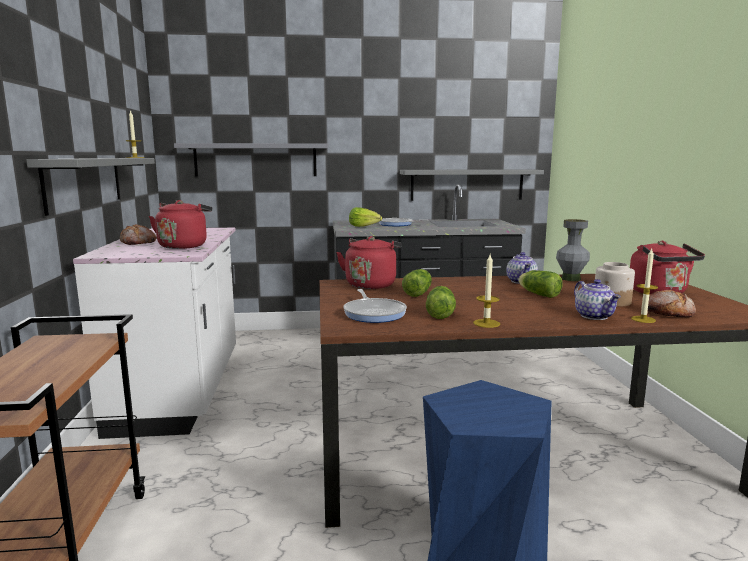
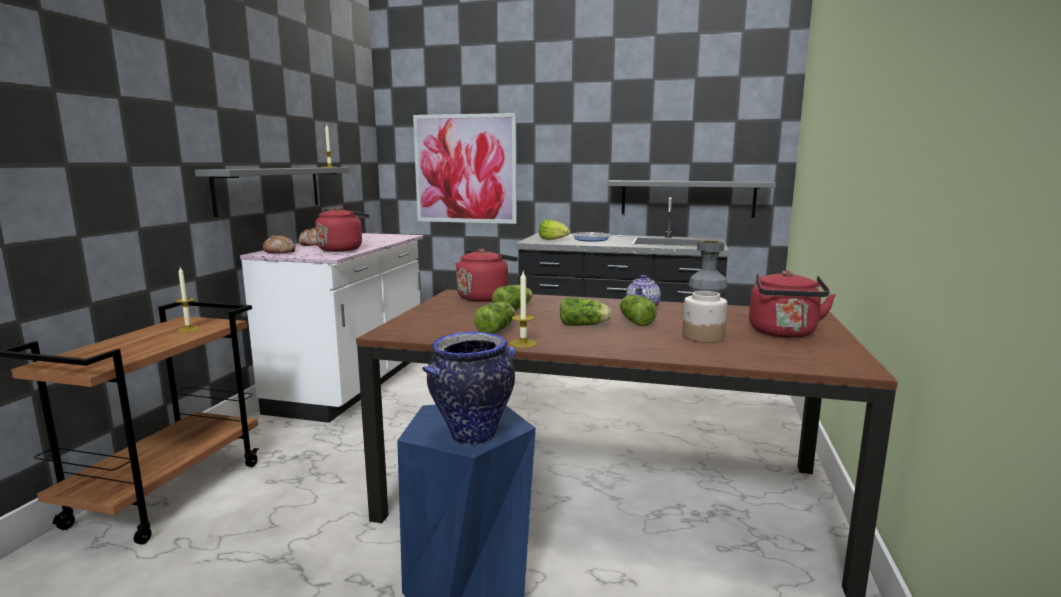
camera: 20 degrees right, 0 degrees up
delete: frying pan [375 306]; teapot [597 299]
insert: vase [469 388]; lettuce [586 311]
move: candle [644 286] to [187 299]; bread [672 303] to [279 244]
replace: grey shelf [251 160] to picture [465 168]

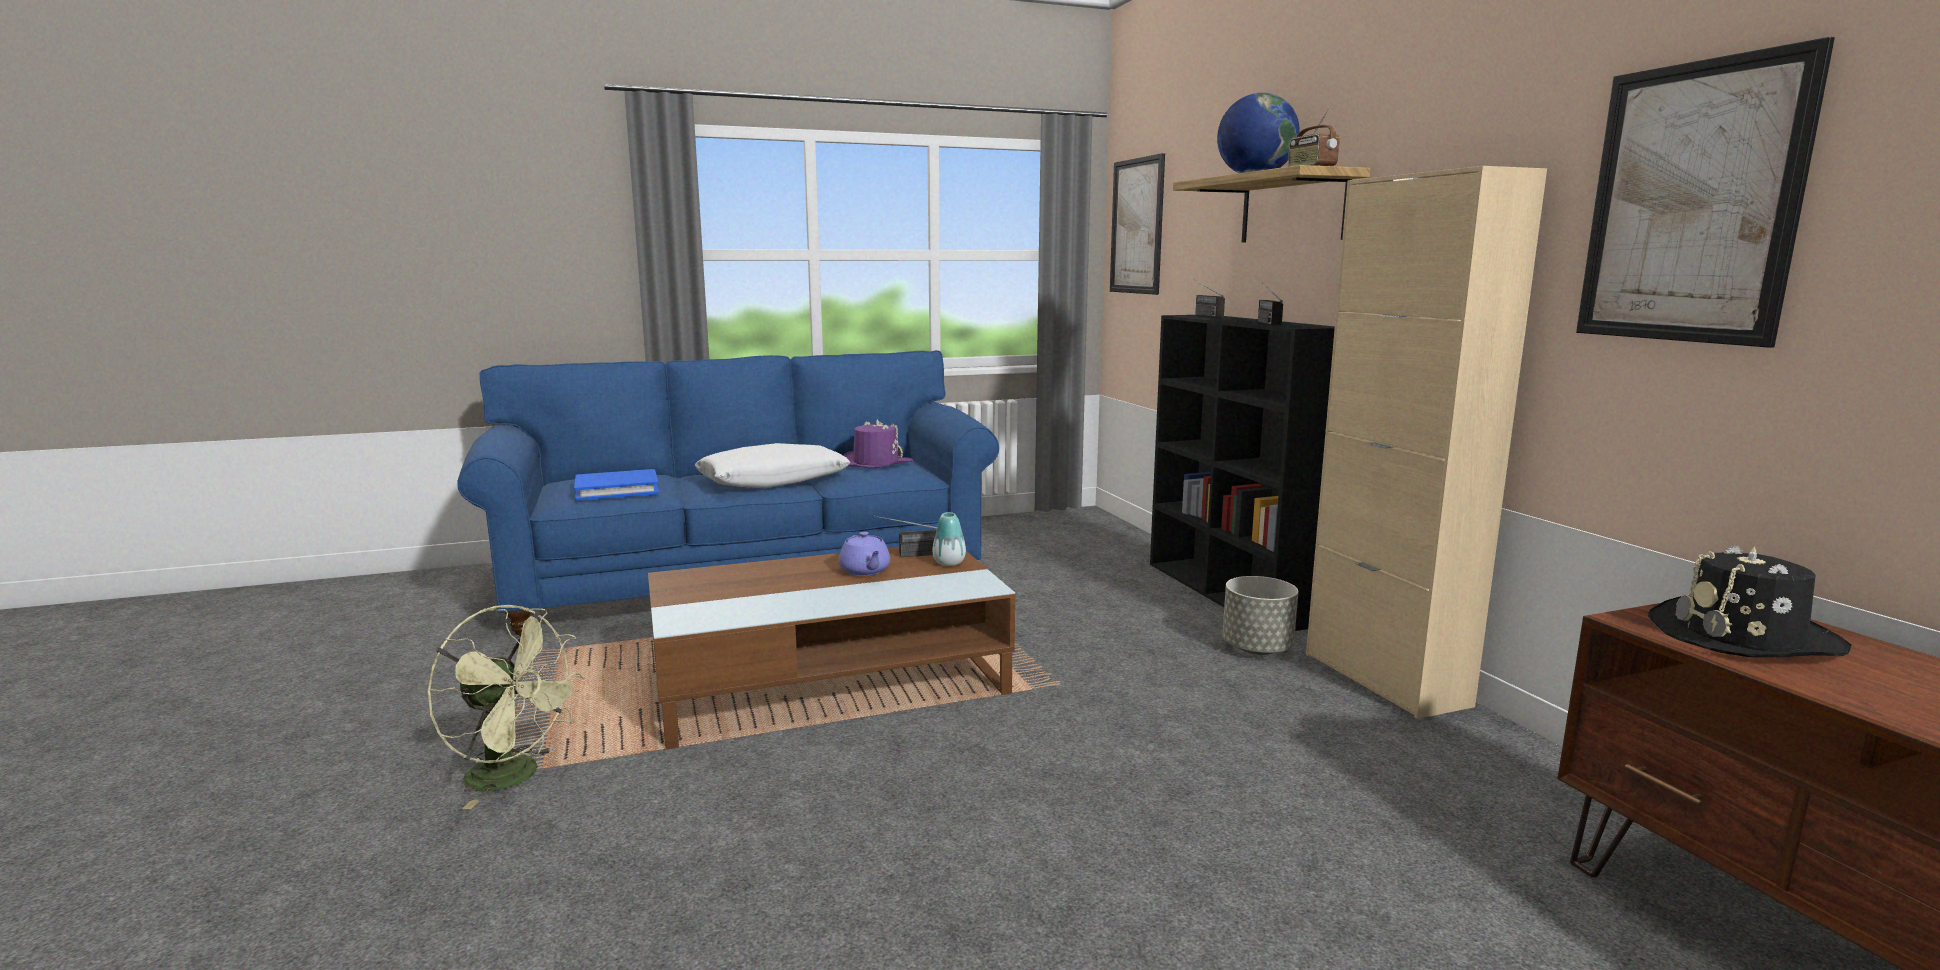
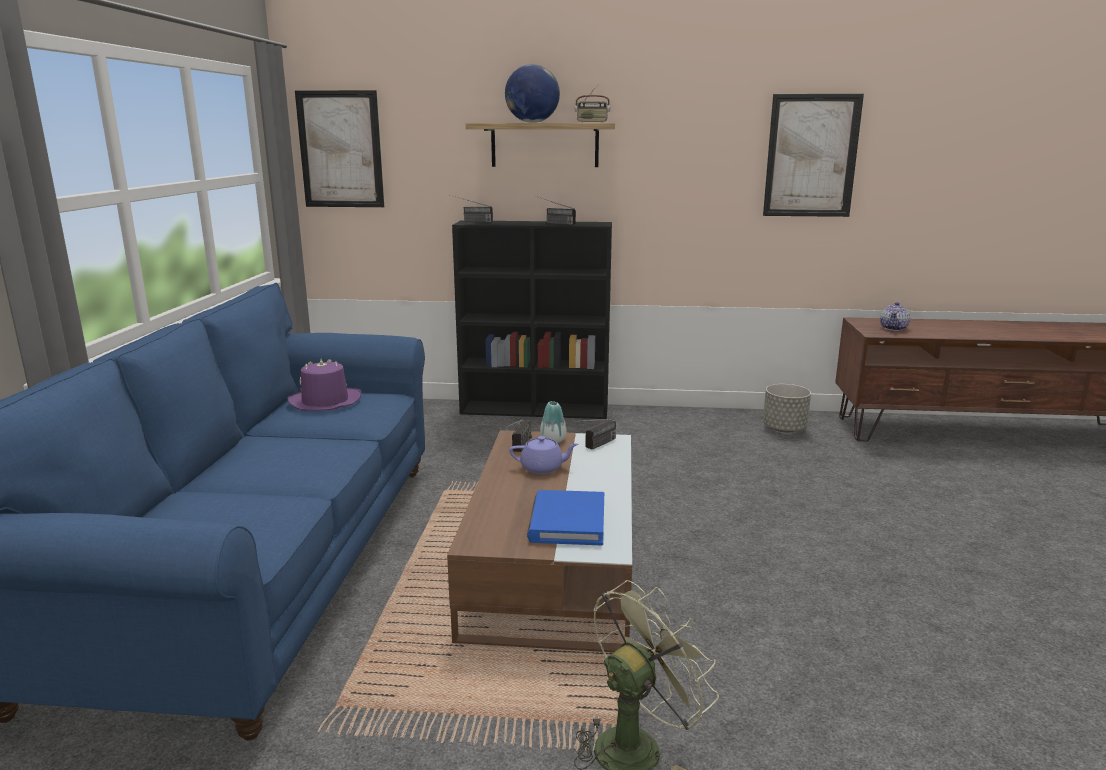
camera: 65 degrees left, 5 degrees up
delete: white pillow [772 465]; beige cabinet [1426 442]
insert: radio [594 434]
move: blue book [616 485] to [565 517]; grey planter [1260 615] to [787 408]
replace: black hat [1749 601] to teapot [895 316]

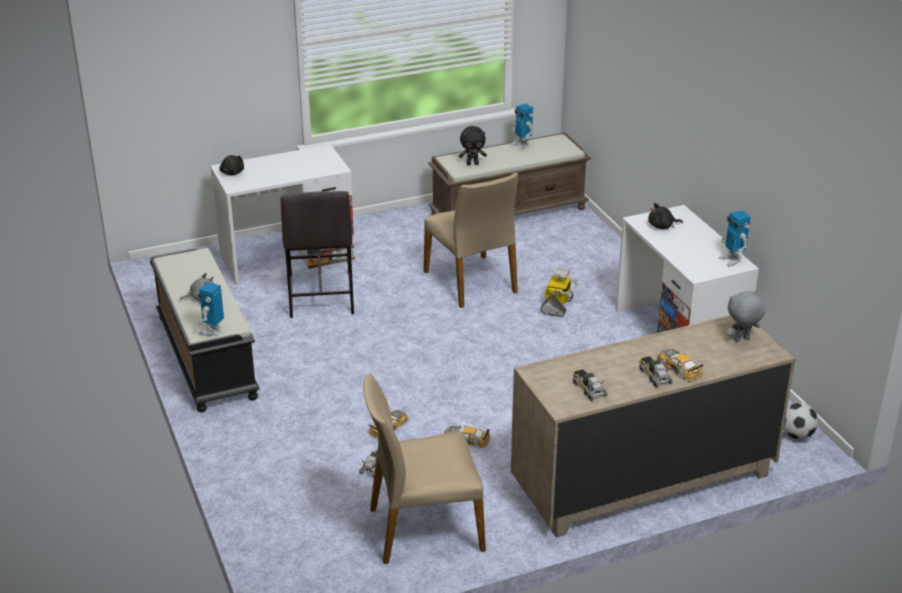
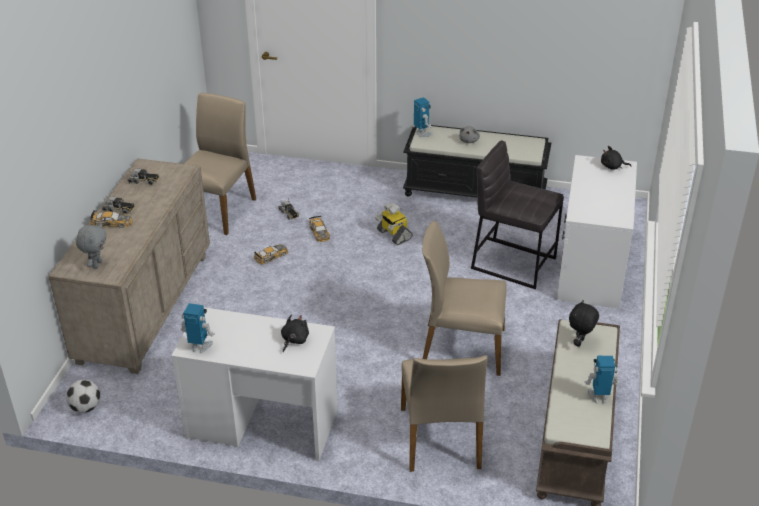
camera: 125 degrees right, 5 degrees up
insert: beige chair [444 413]
move: toy robot [559 292] to [393 224]

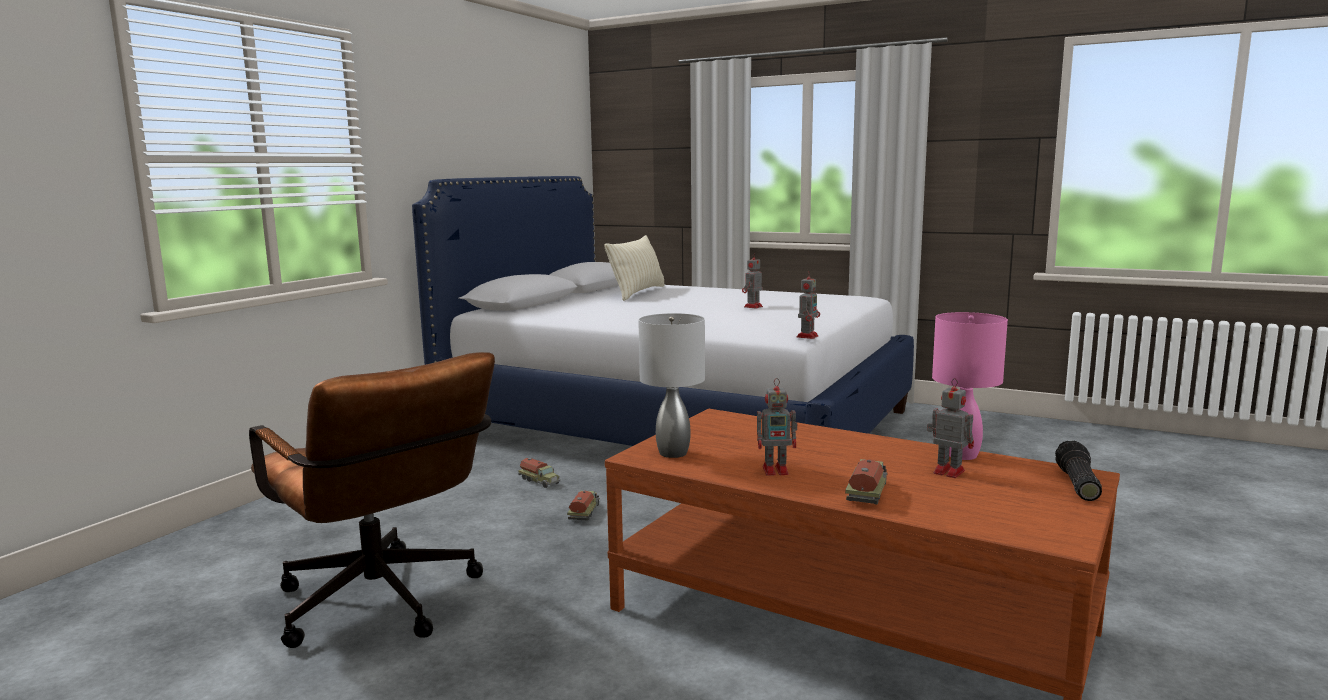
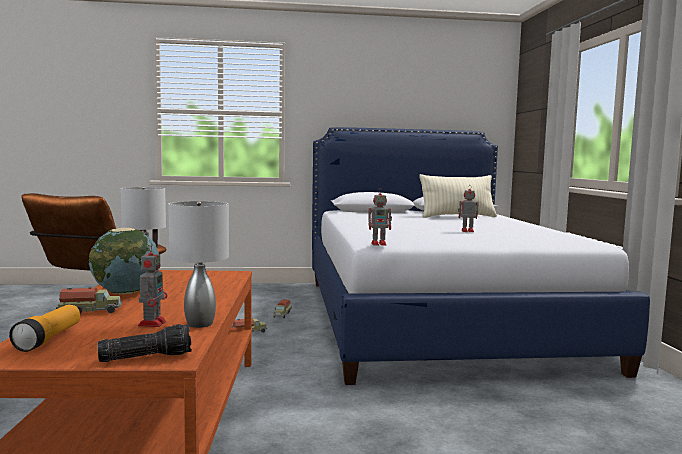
camera: 55 degrees right, 5 degrees down
insert: flashlight [44 328]
replace: toy robot [777 427] to globe [124 261]
recolor: pink table lamp [970 386] to grey table lamp [198 264]

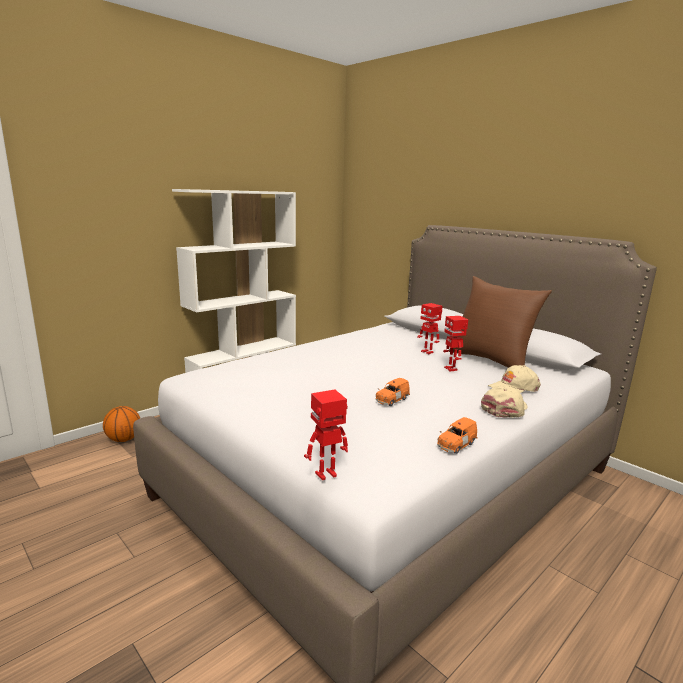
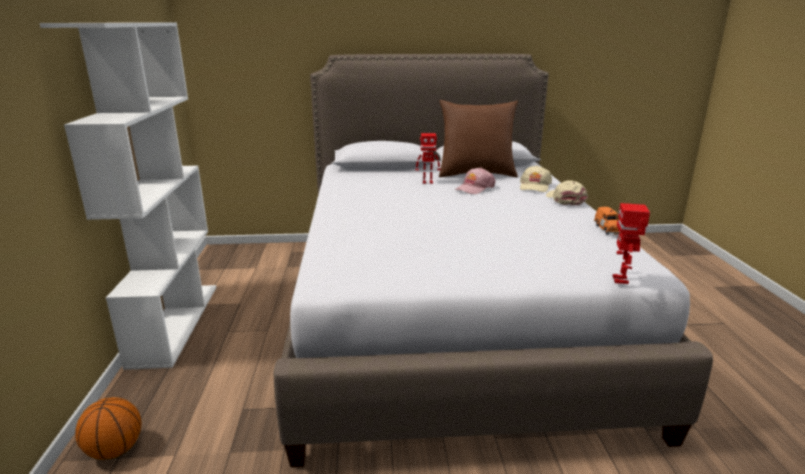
camera: 50 degrees left, 5 degrees up
delete: orange toy car [393 392]
replace: toy robot [455 344] to pink cap [475 180]

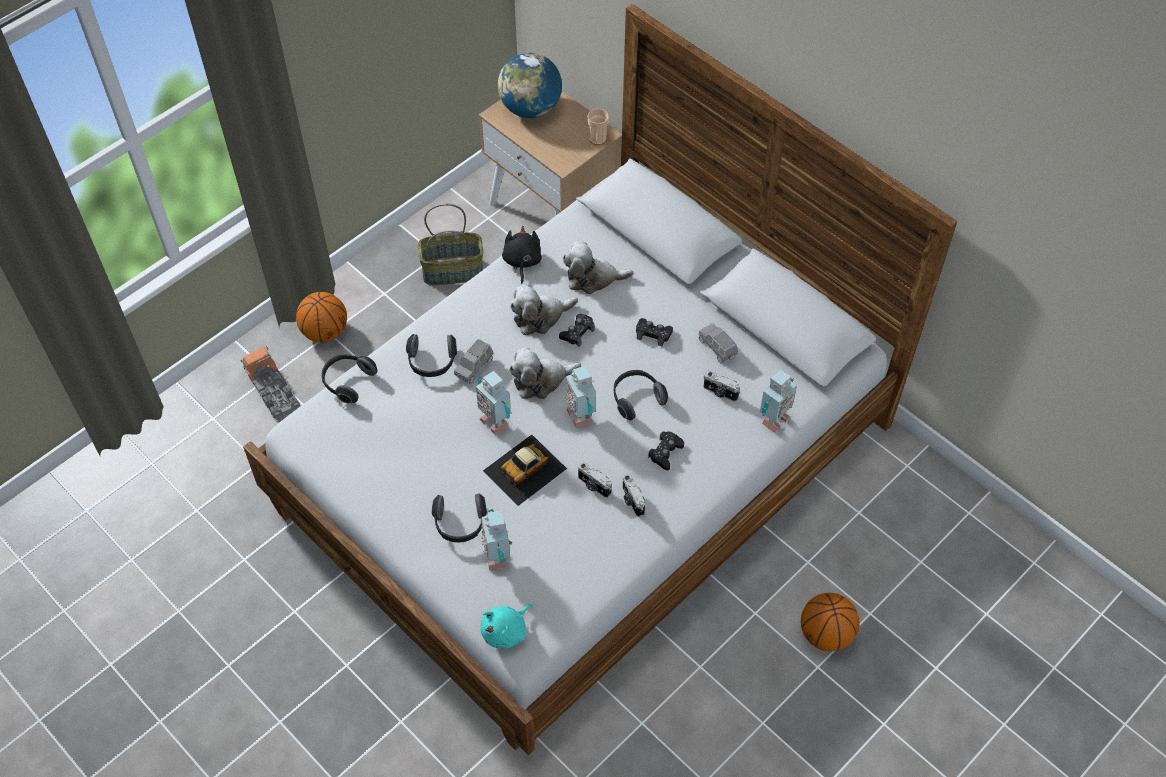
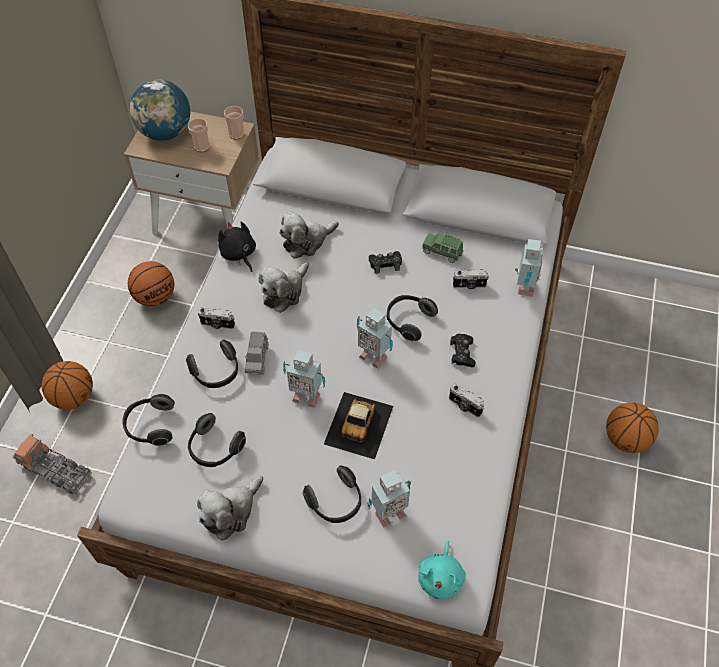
camera: 30 degrees left, 0 degrees up
delete: black game controller [577 330]
insert: cup [199 135]; headphones [217 440]
move: plush toy [545 373] to [230 508]; photo camera [594 480] to [216 318]
replace: basket [450 244] to basketball [151 284]
recolor: grey toy car [718 343] to green toy car [442 248]
rotate: toy robot [496 540] = [389 499] 75 degrees counterclockwise

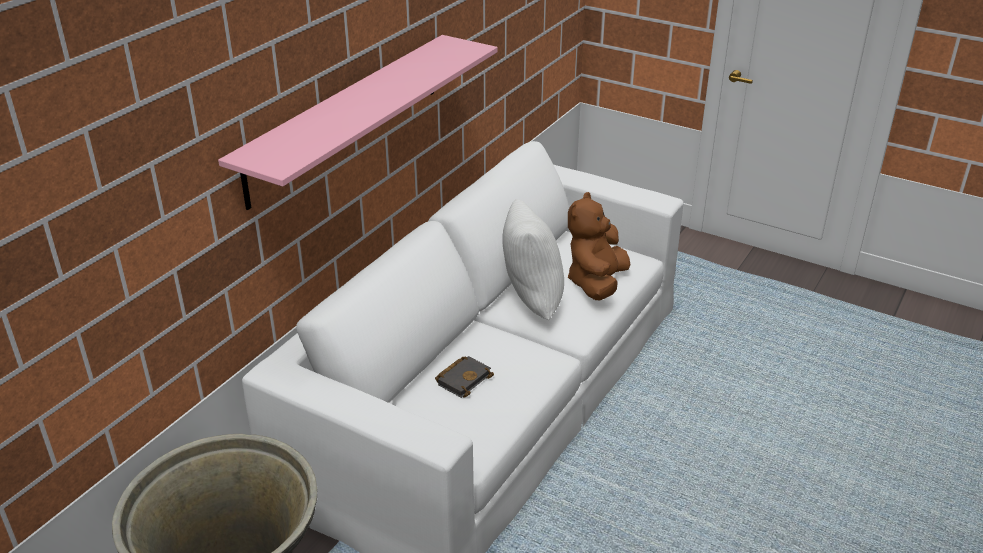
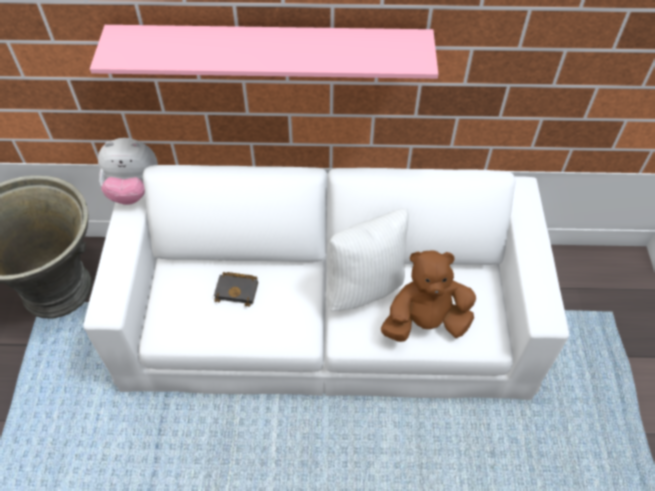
camera: 60 degrees right, 20 degrees up
insert: plush toy [128 171]

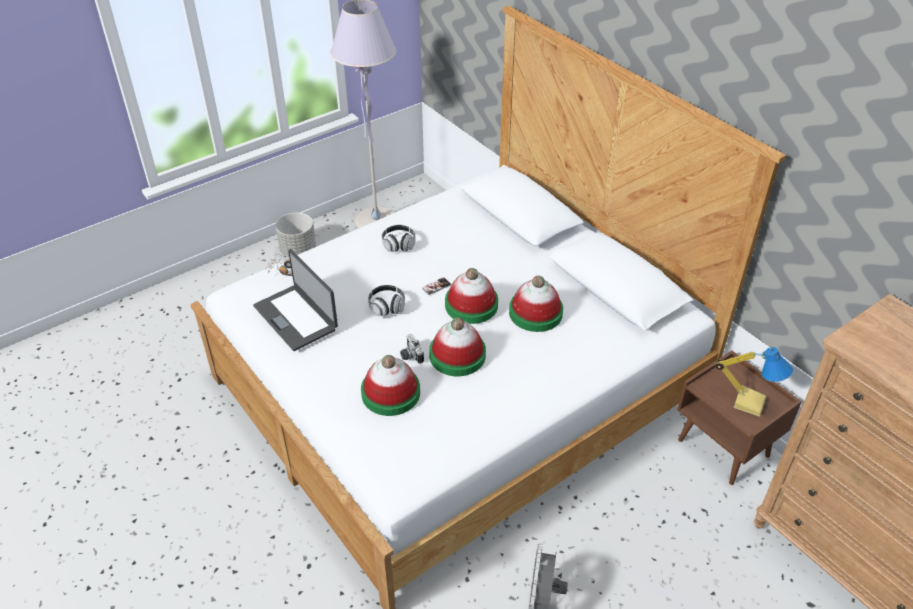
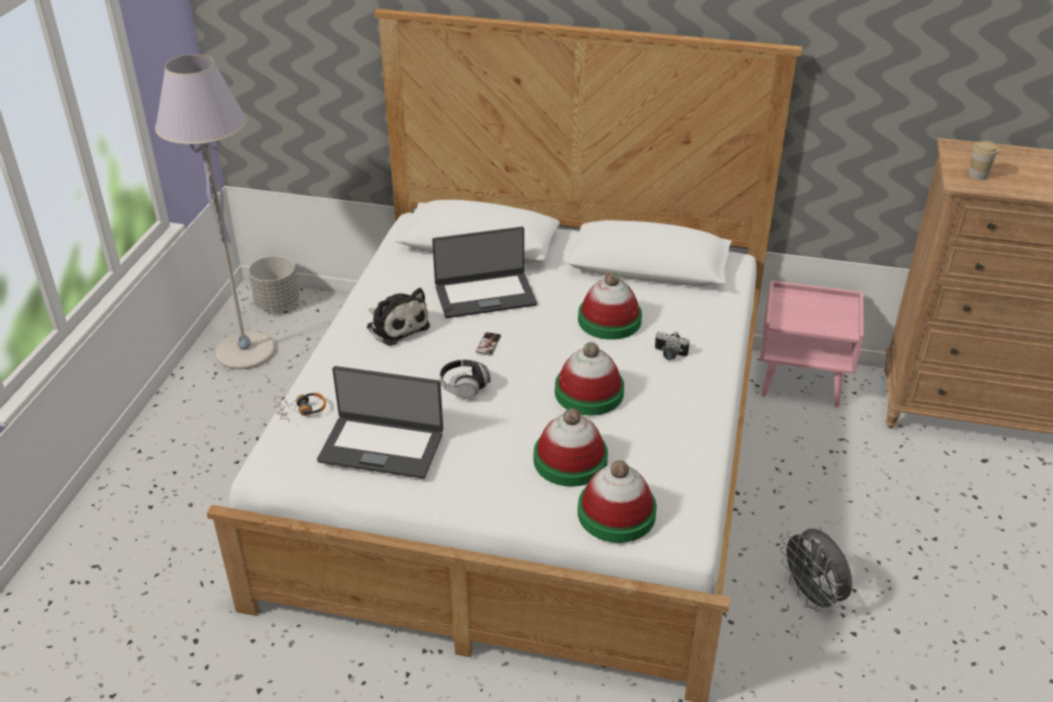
camera: 40 degrees left, 5 degrees down
delete: table lamp [754 382]
insert: laptop [484 272]; cup [984 160]
move: grey planter [295 235] to [273 283]; photo camera [412 349] to [672 345]; hat [471 296] to [617 501]
replace: headphones [399 238] to plush toy [398 317]
recolor: brown nightstand [739 418] to pink nightstand [812 344]

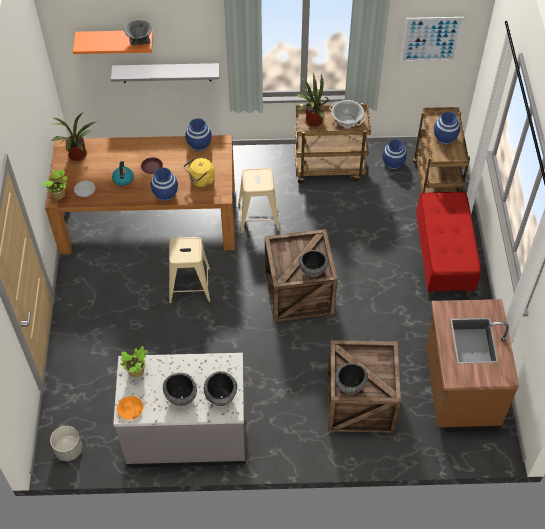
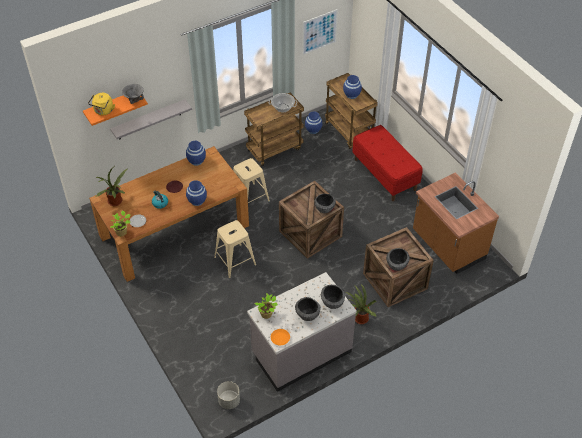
camera: 30 degrees left, 5 degrees down
move: yellow kettle [199 172] to [101 104]; potted plant [312 100] to [360 304]

